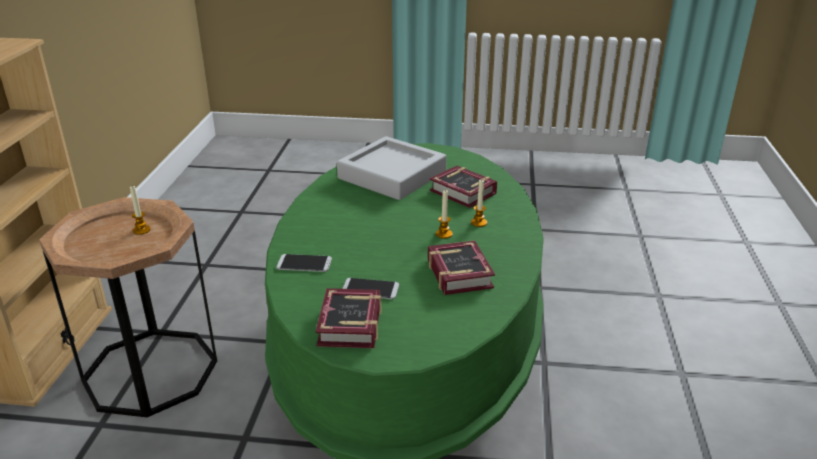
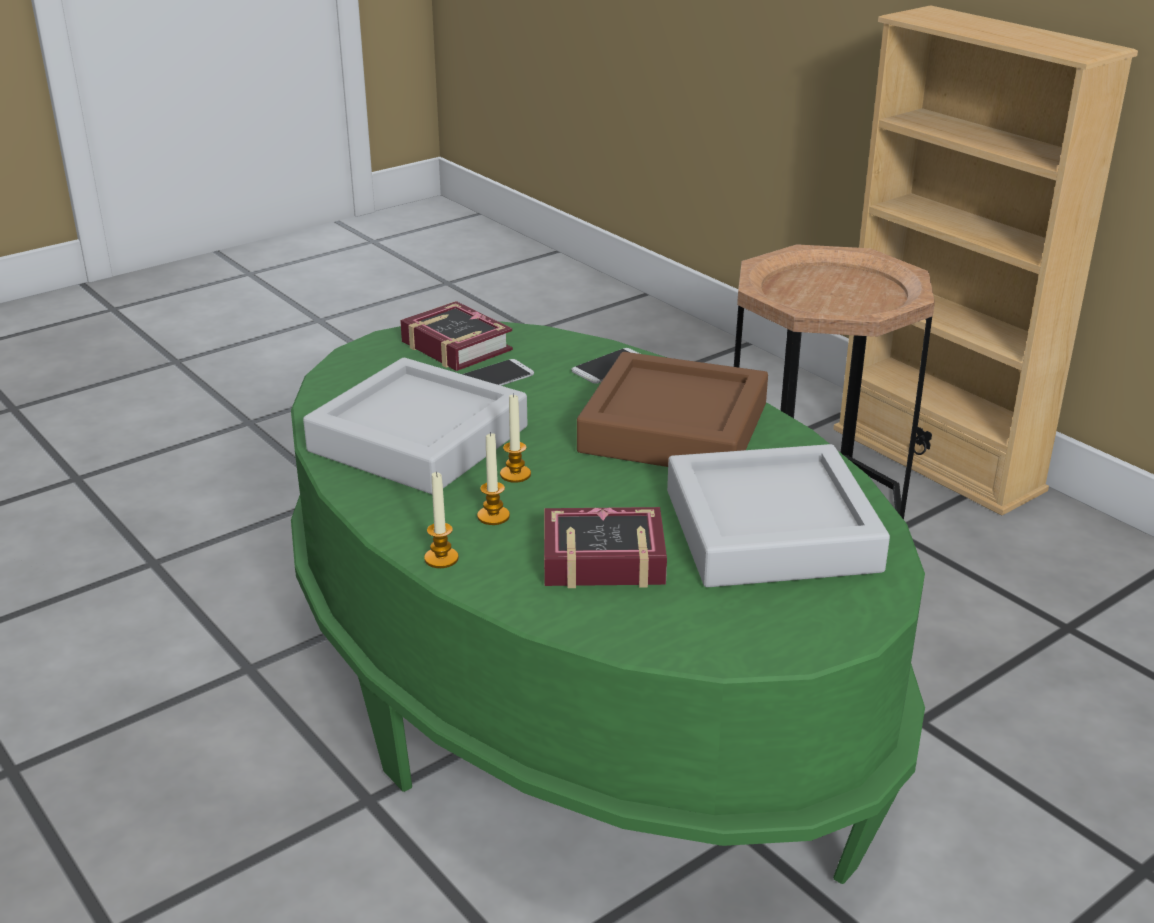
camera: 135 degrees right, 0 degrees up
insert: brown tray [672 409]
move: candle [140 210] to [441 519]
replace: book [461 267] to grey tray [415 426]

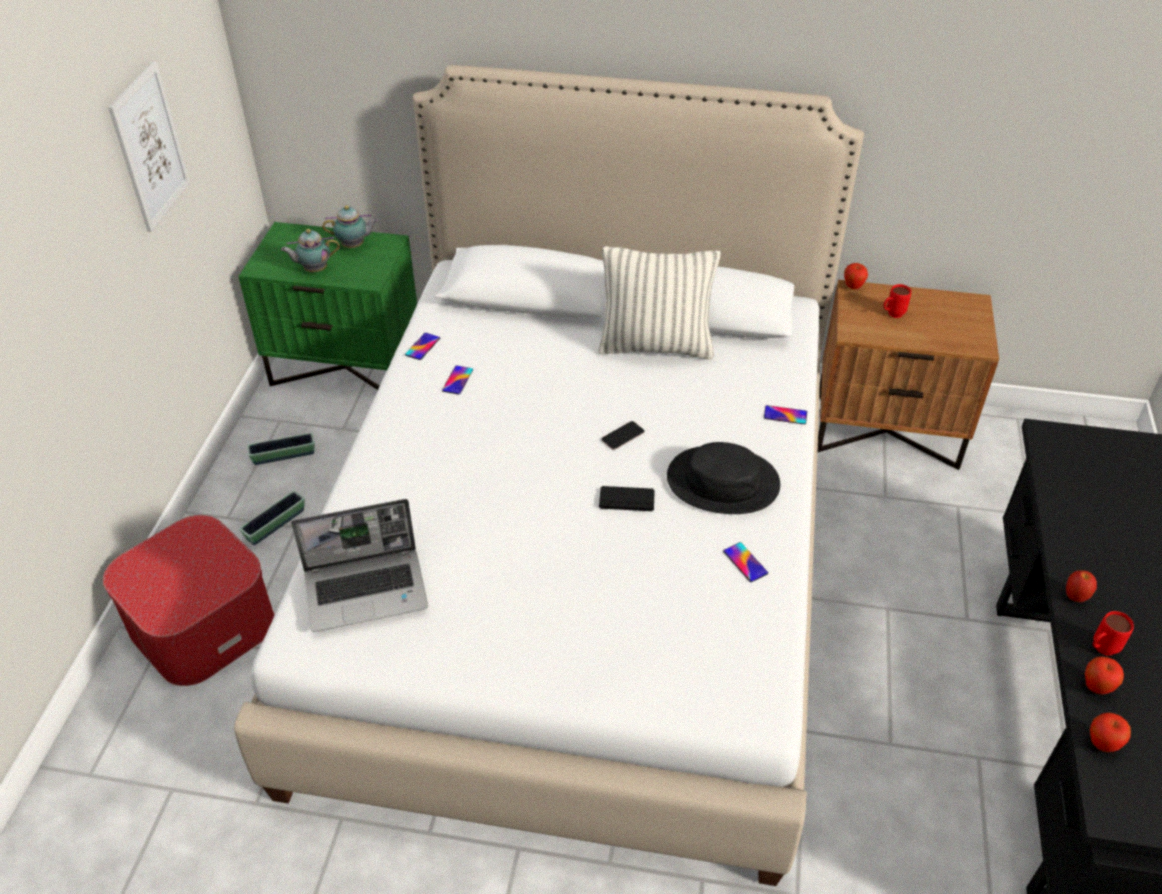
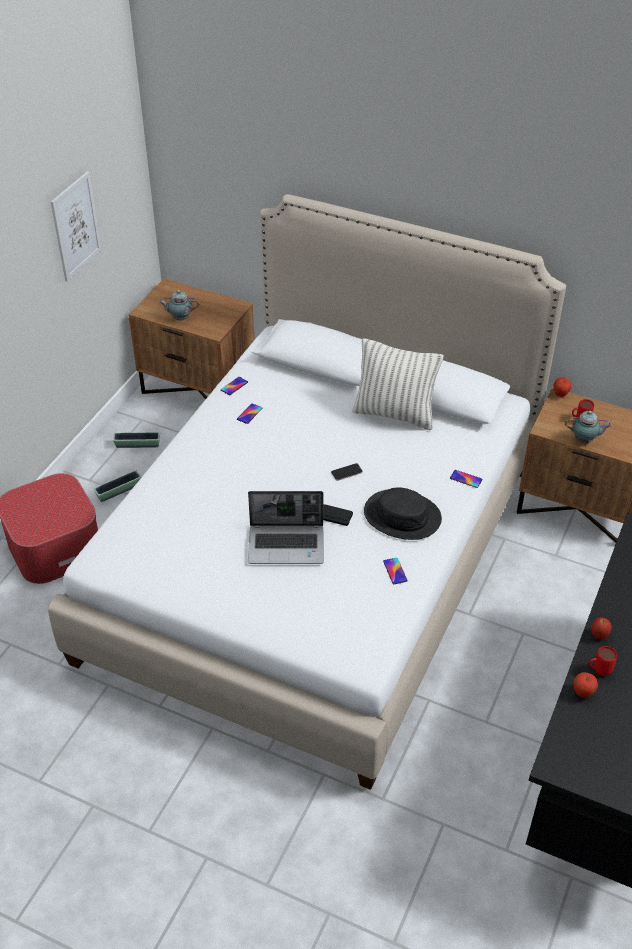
camera: 15 degrees right, 0 degrees up
delete: apple [1110 732]
move: laptop [359 565] to [286 527]; teapot [350 226] to [588 427]
recolor: green nightstand [328 306] to brown nightstand [192 338]

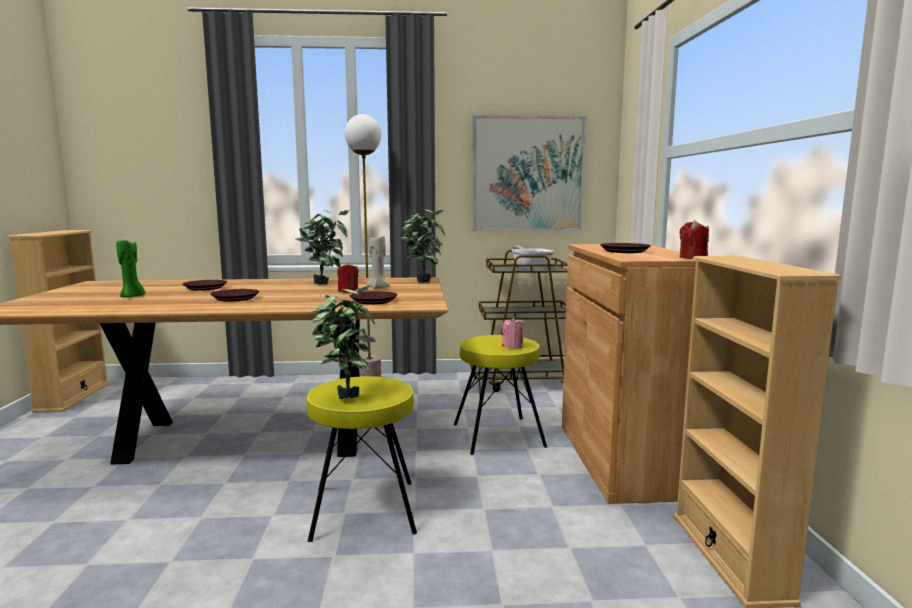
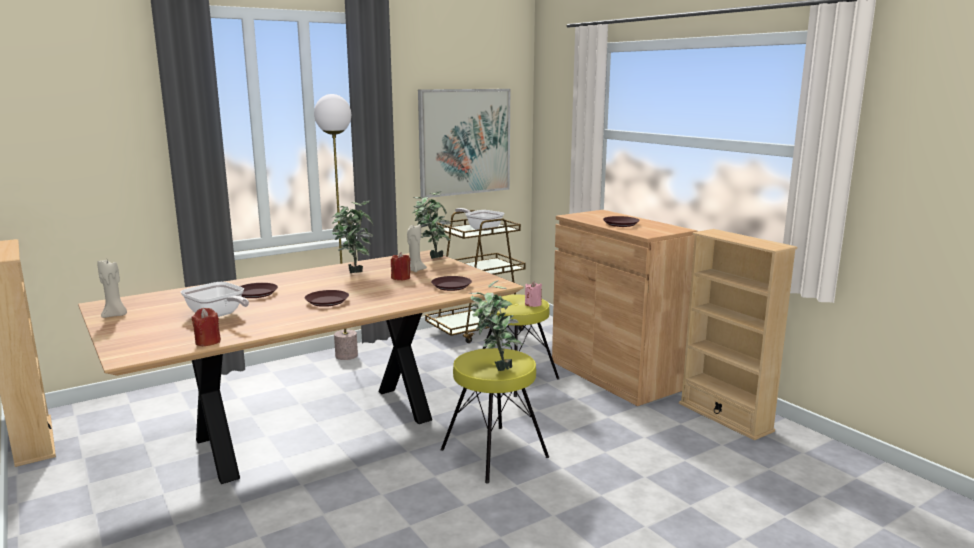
camera: 30 degrees left, 5 degrees up
insert: beige candle [112 289]
move: red candle [694 239] to [206 327]
replace: green candle [130 269] to frying pan [214 299]

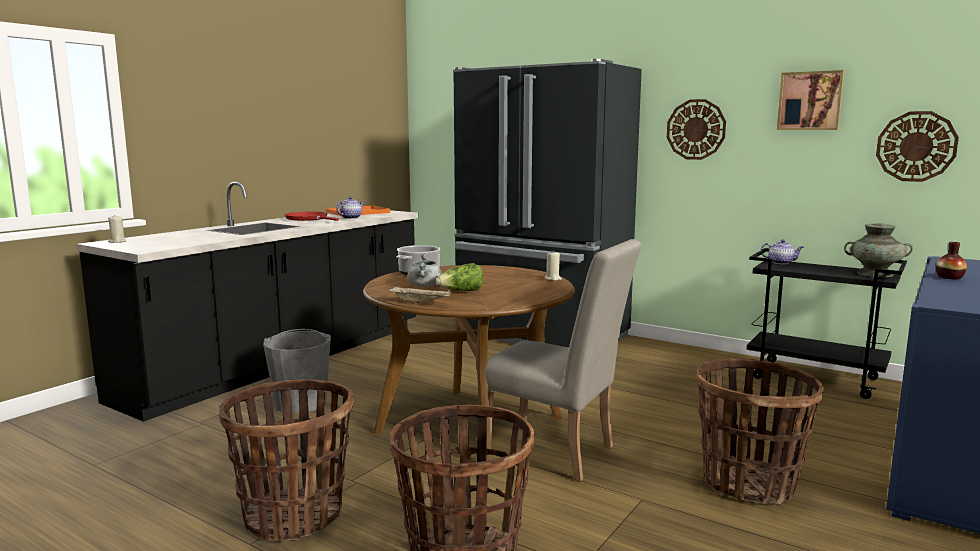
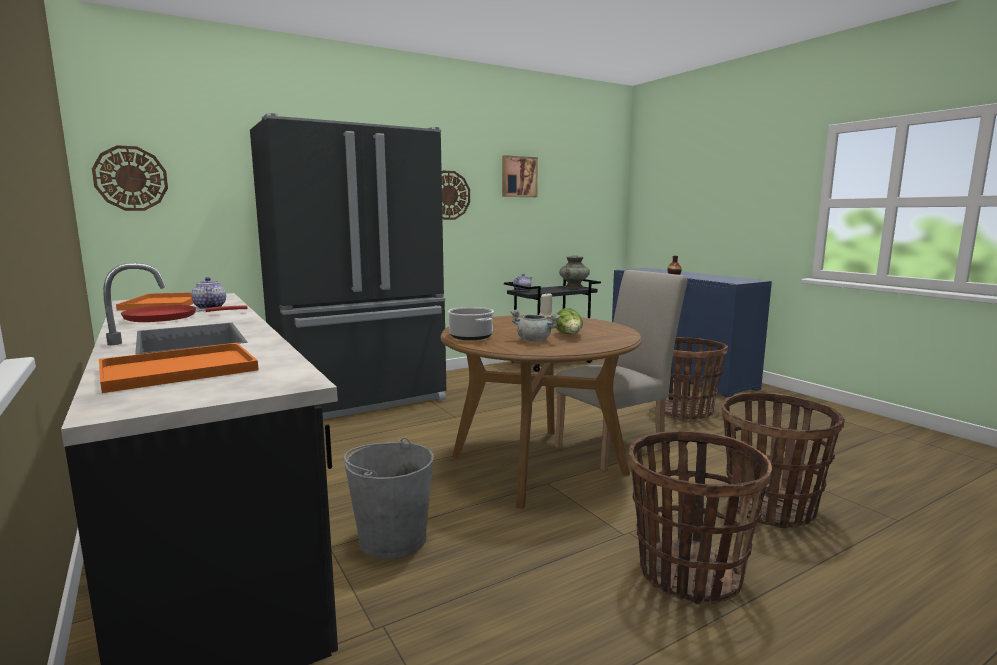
camera: 65 degrees left, 0 degrees up
delete: beige candle [117 229]; beige tray [420 295]
insert: orange tray [179 368]
move: wall clock [917 146] to [130 178]

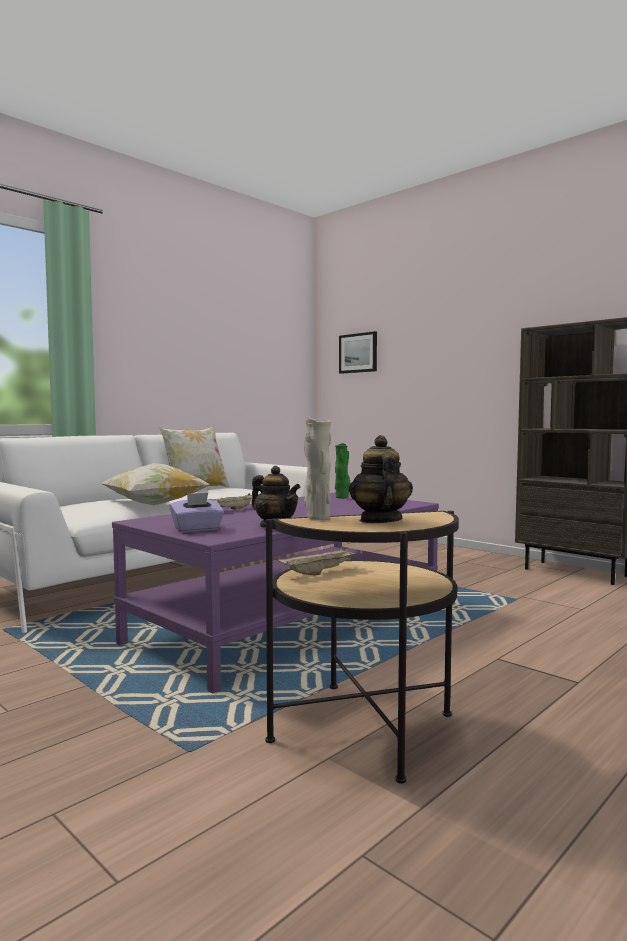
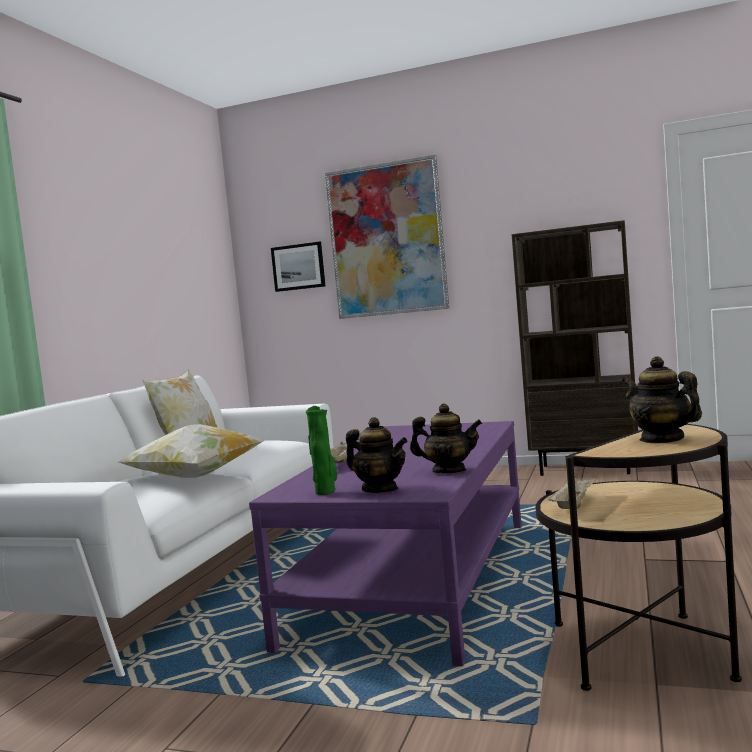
camera: 25 degrees left, 0 degrees up
delete: beige vase [317 469]
insert: picture [387 237]
move: green vase [342 471] to [321 450]
replace: purple tissue box [197 512] to teapot [377 455]

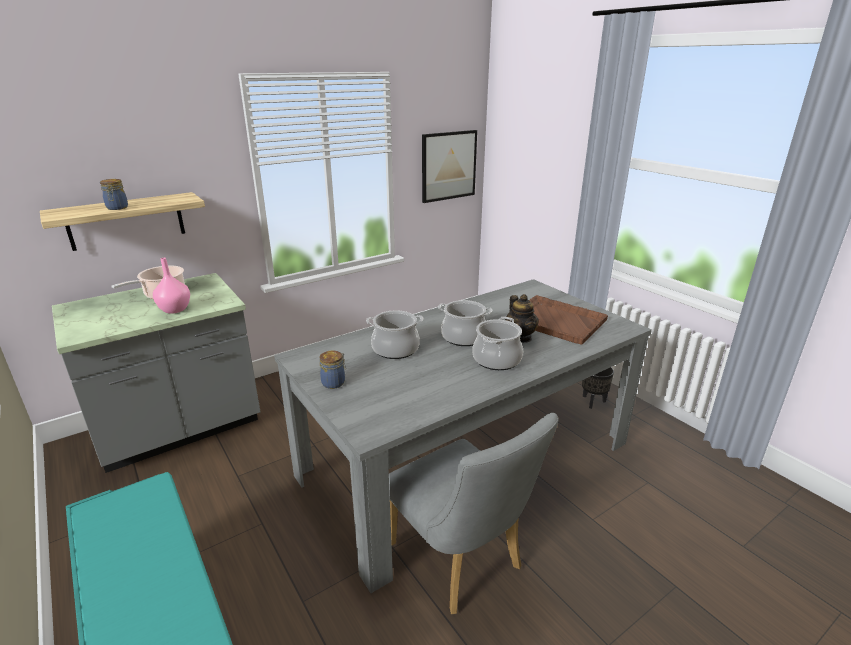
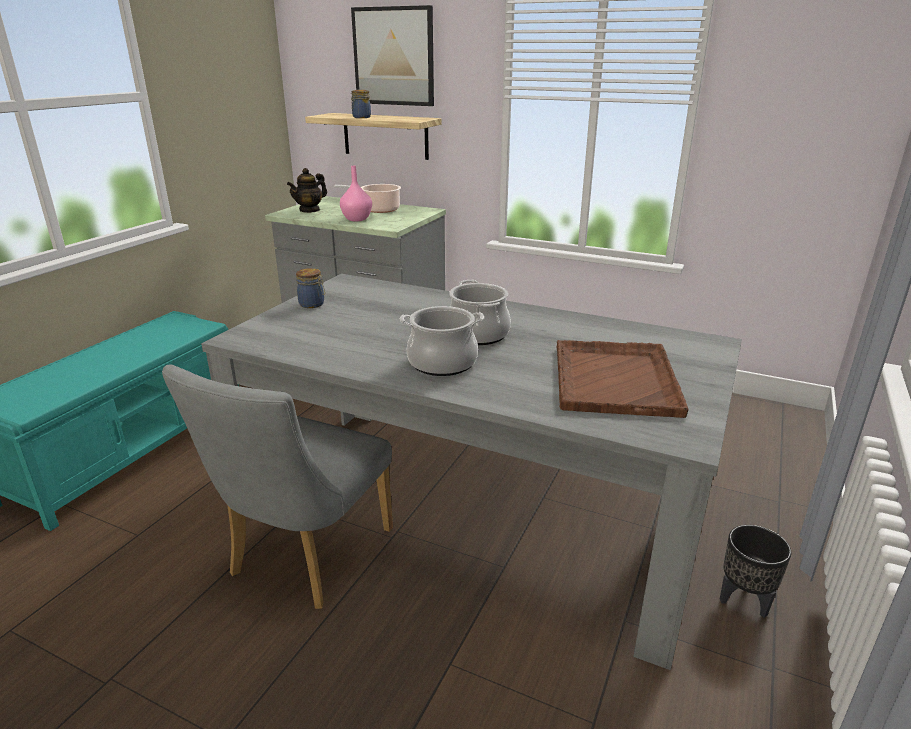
camera: 60 degrees right, 0 degrees up
delete: cooking pot [394 334]
move: picture [449 166] to [392 55]; teapot [522 318] to [307 190]

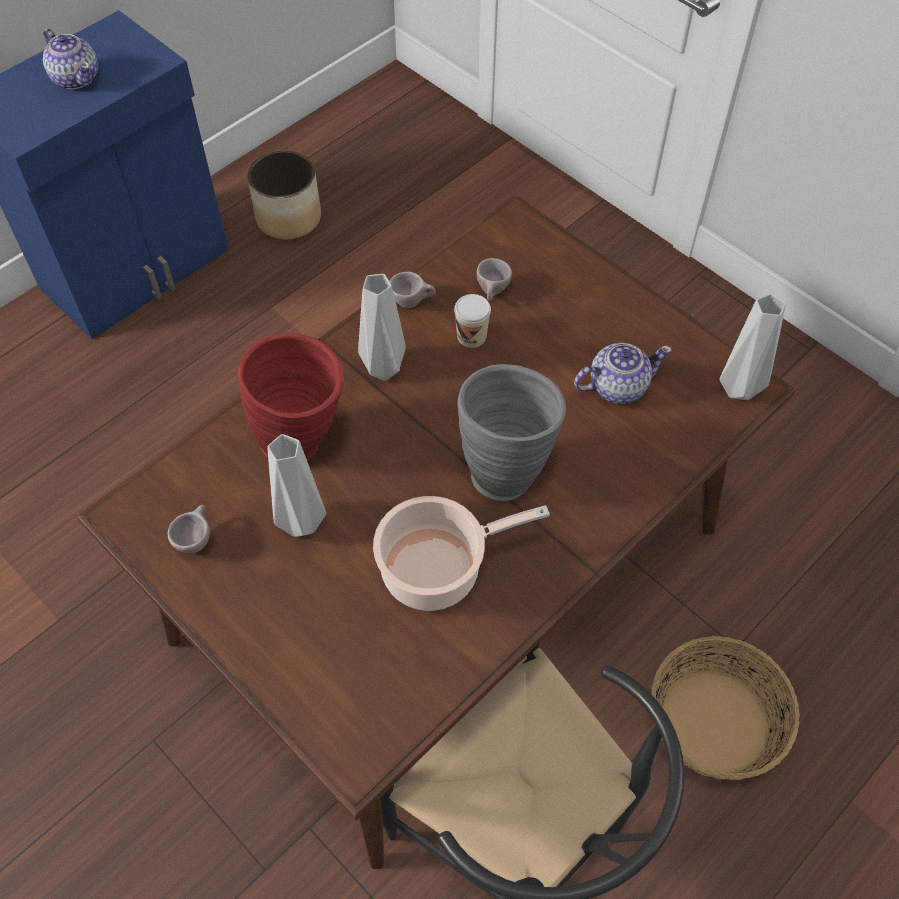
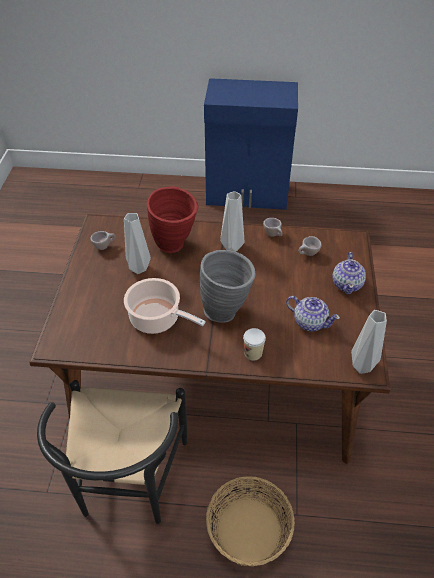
camera: 50 degrees right, 10 degrees down
delete: planter [284 195]
move: teapot [70 59] to [349 273]; cup [472 321] to [254 344]

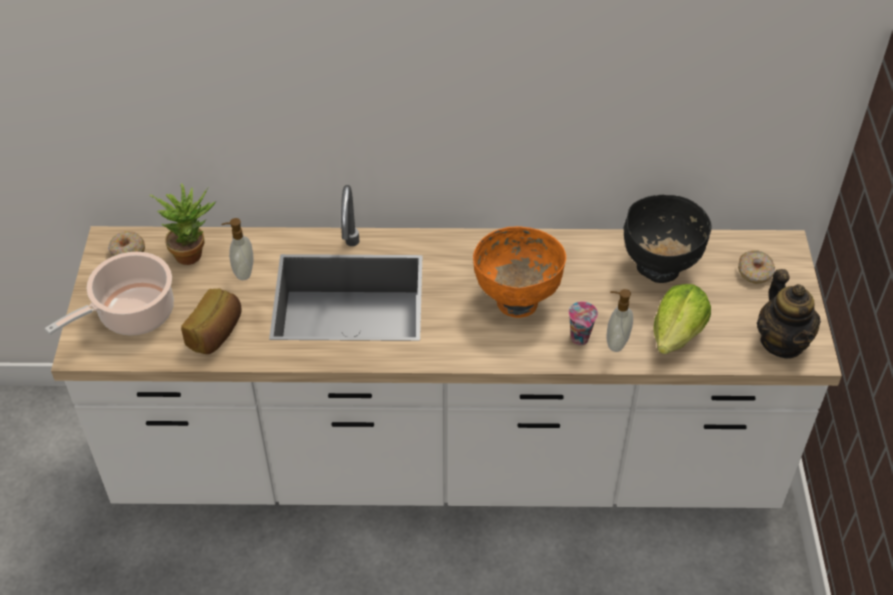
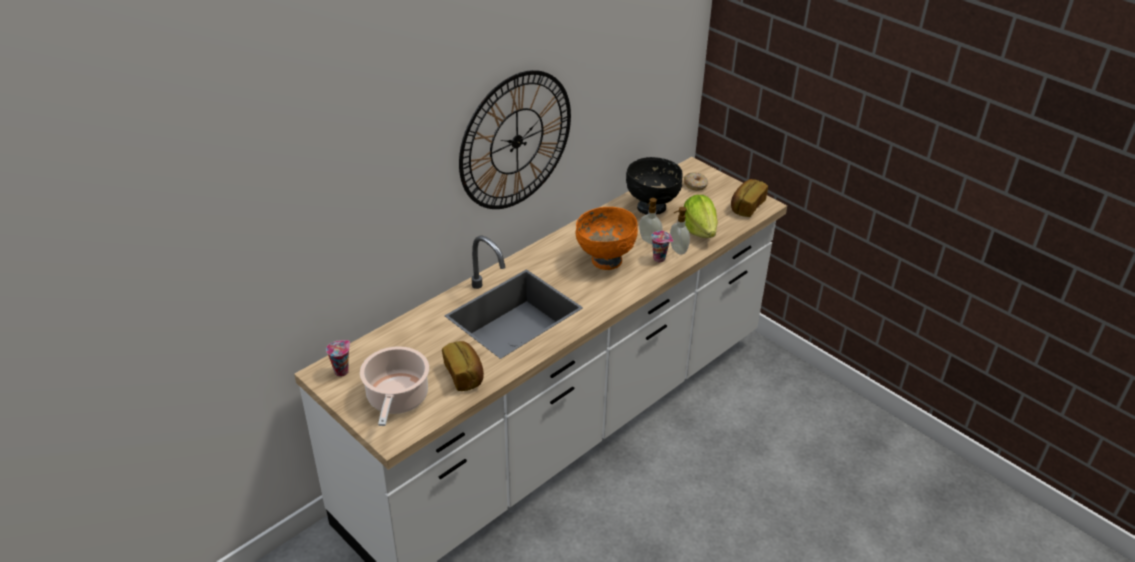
camera: 45 degrees left, 10 degrees down
delete: potted plant [183 224]
insert: wall clock [515 139]
move: soap dispenser [237 249] to [651 221]
replace: donut [126 243] to cup [338 358]; teapot [789 314] to bread [749 198]

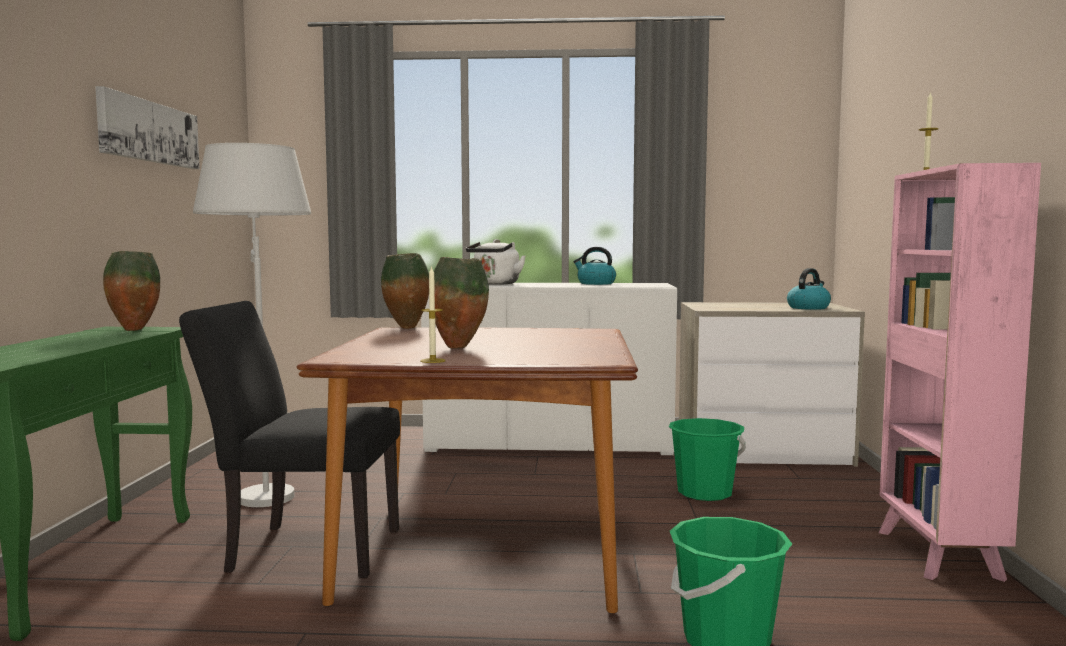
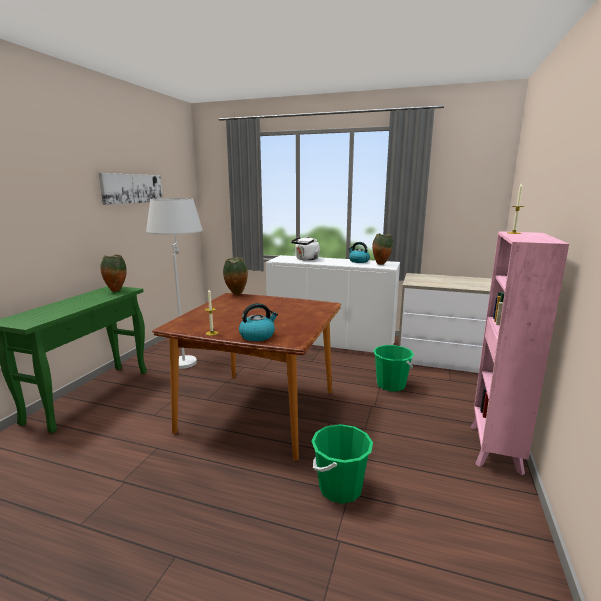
camera: 15 degrees right, 10 degrees up
delete: black chair [289 439]
move: vase [461 303] to [382 249]; kettle [809 289] to [258 322]

